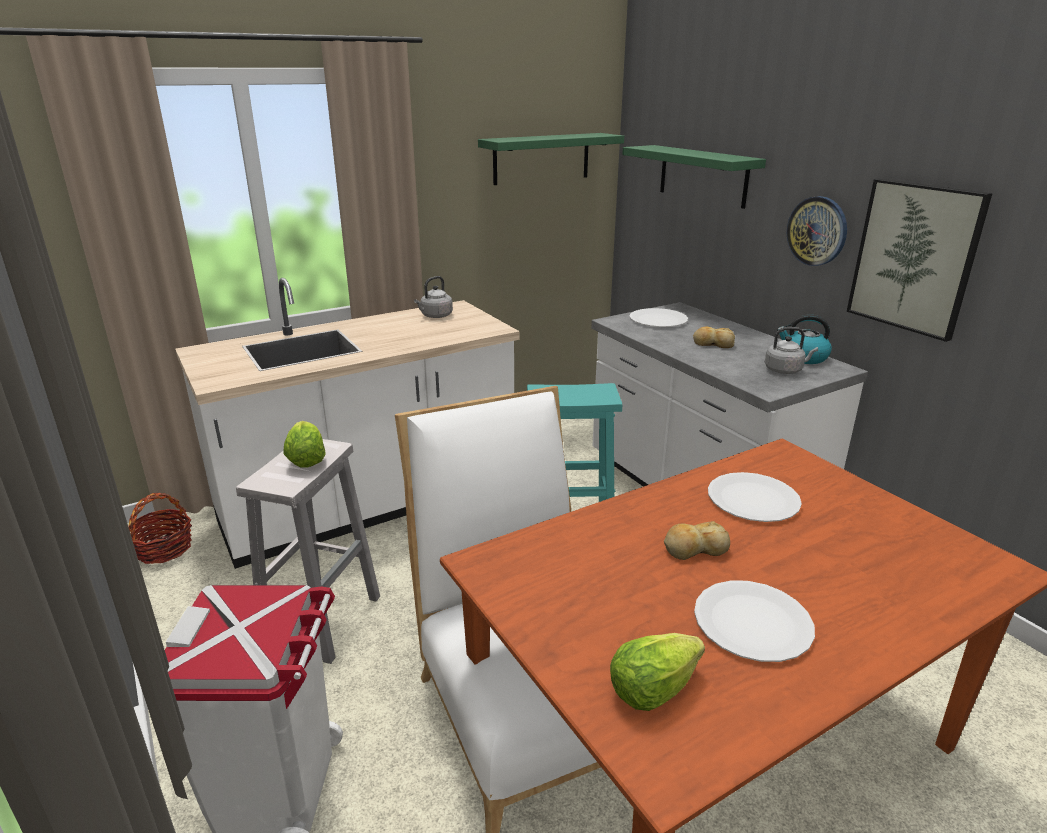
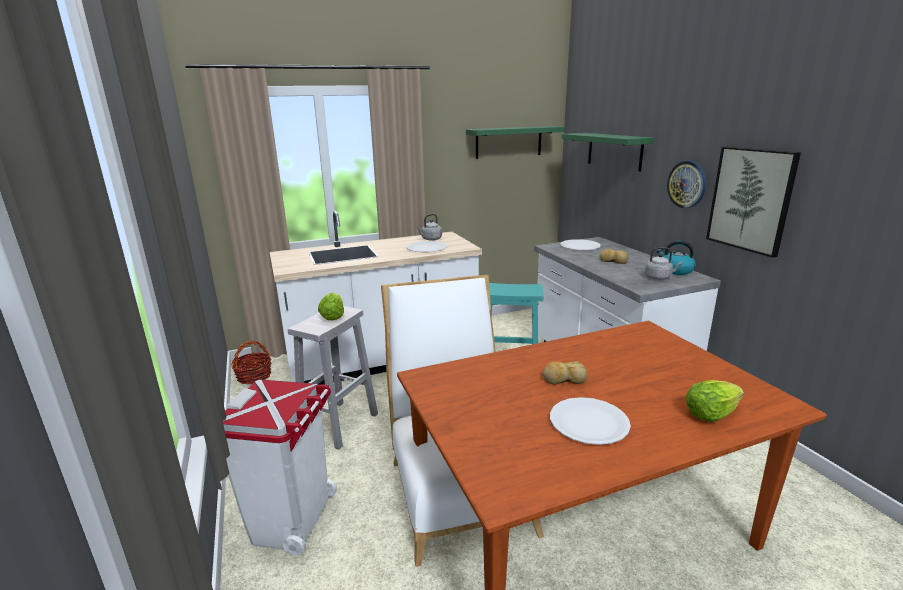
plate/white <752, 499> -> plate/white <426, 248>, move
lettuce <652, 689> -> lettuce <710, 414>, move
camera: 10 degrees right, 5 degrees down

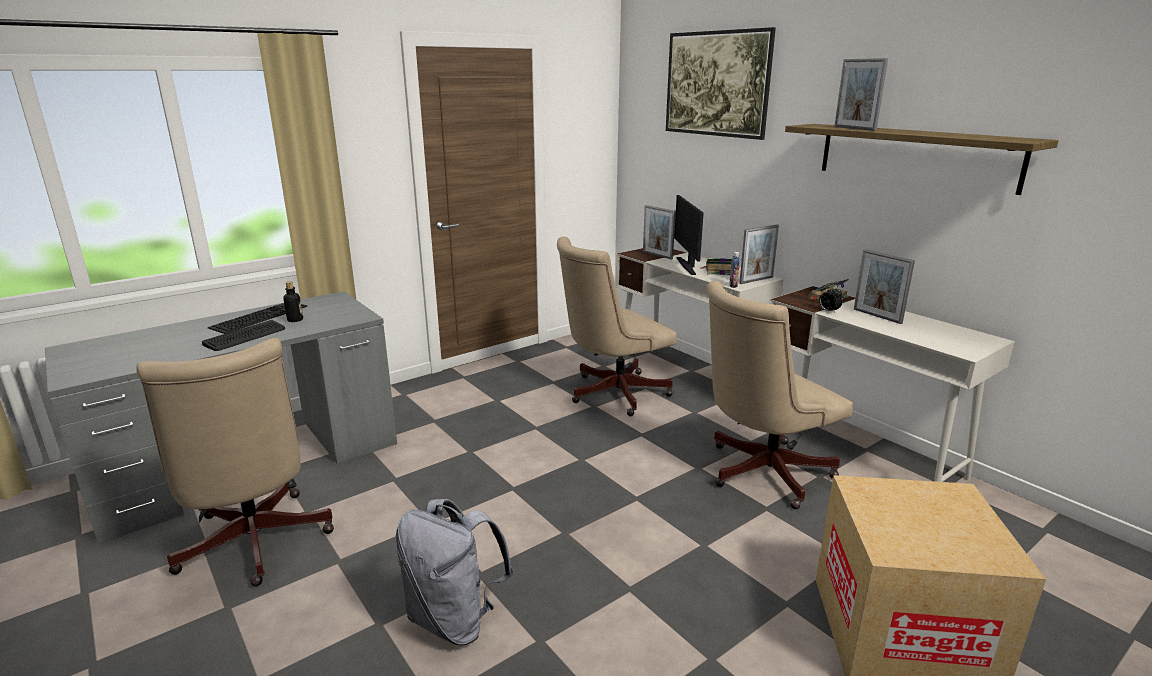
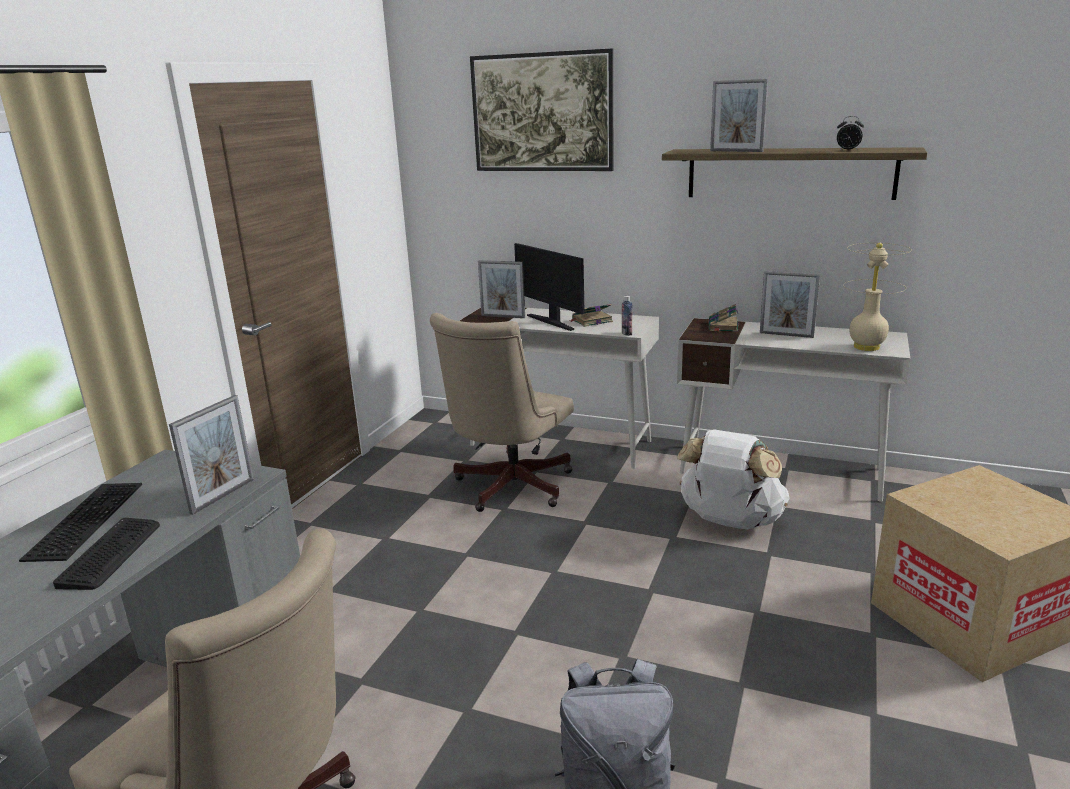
picture frame <756, 280> -> picture frame <223, 496>, move
office chair/beige <760, 473> -> backpack/white <729, 522>
alarm clock <828, 311> -> alarm clock <847, 150>, move
none -> table lamp/beige <867, 347>
bottle <295, 320> -> none
camera: 30 degrees left, 0 degrees up

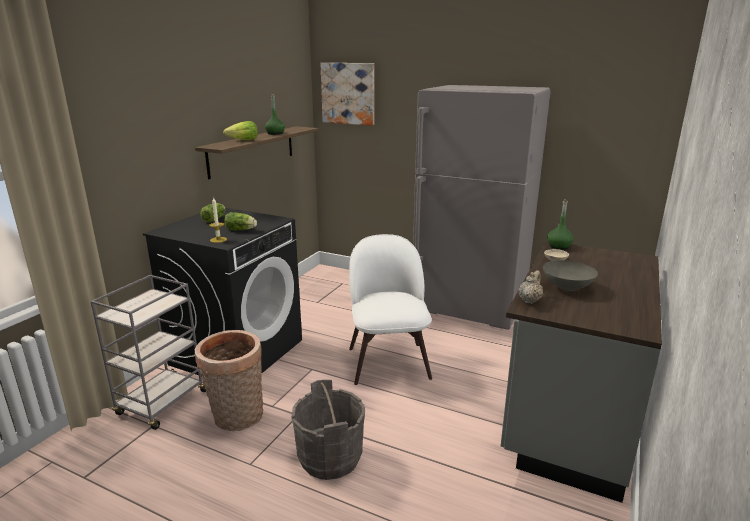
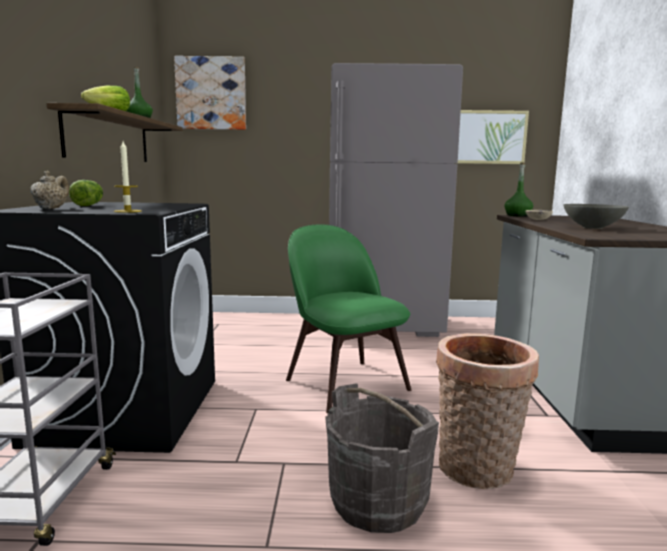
teapot/beige <529, 300> -> teapot/beige <51, 208>, move
chair/white <388, 360> -> chair/green <344, 383>
basket <236, 418> -> basket <477, 471>, move
none -> picture <489, 137>
lettuce <241, 230> -> none
camera: 25 degrees left, 10 degrees down

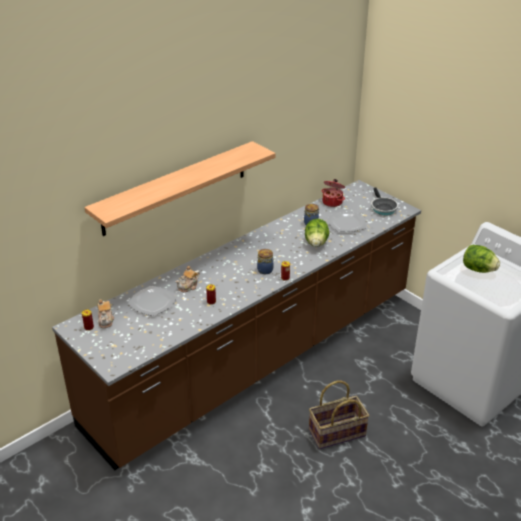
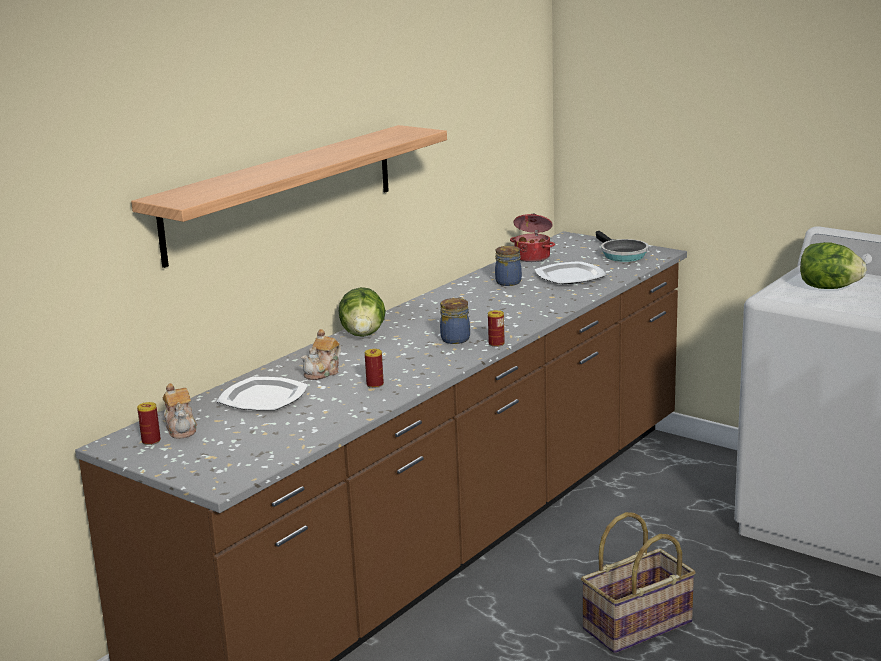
lettuce <316, 243> -> lettuce <363, 334>, move
camera: 10 degrees left, 15 degrees down

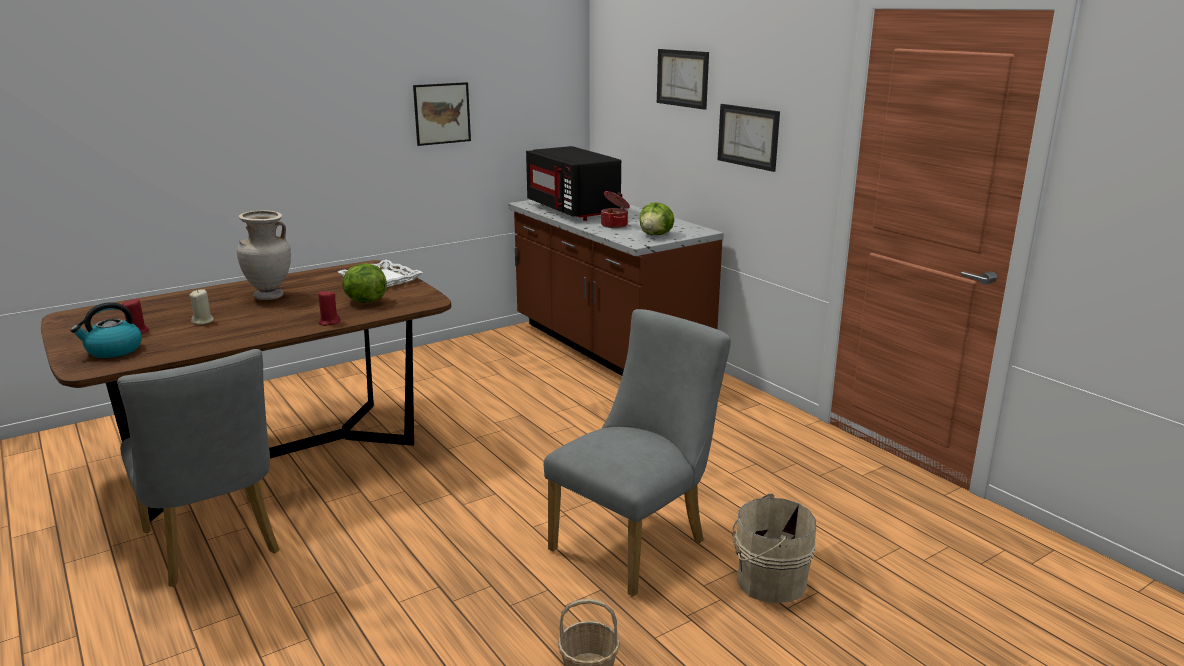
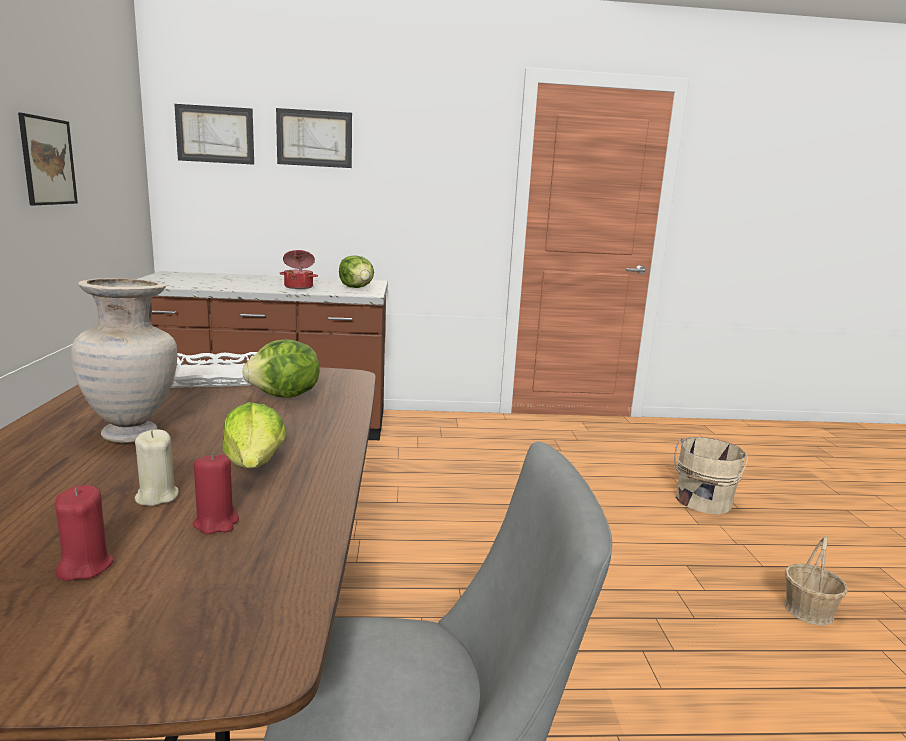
picture <748, 136> -> picture <215, 134>, move
candle/red <329, 322> -> candle/red <216, 523>, move
none -> lettuce <255, 464>
kettle <113, 350> -> none
microwave/black <573, 210> -> none
chair/grey <636, 542> -> none
camera: 60 degrees left, 5 degrees down

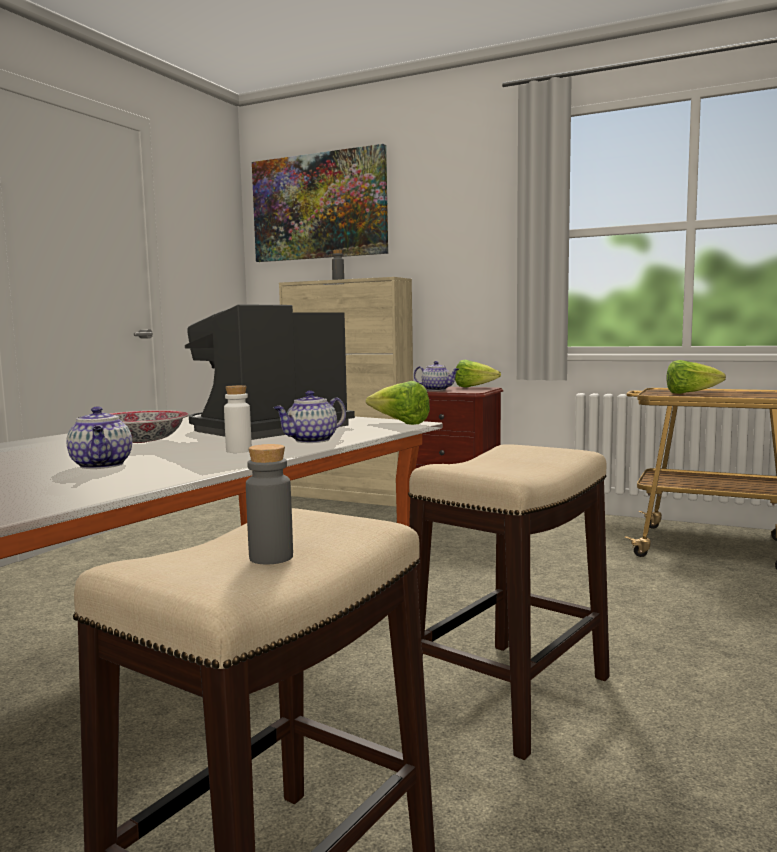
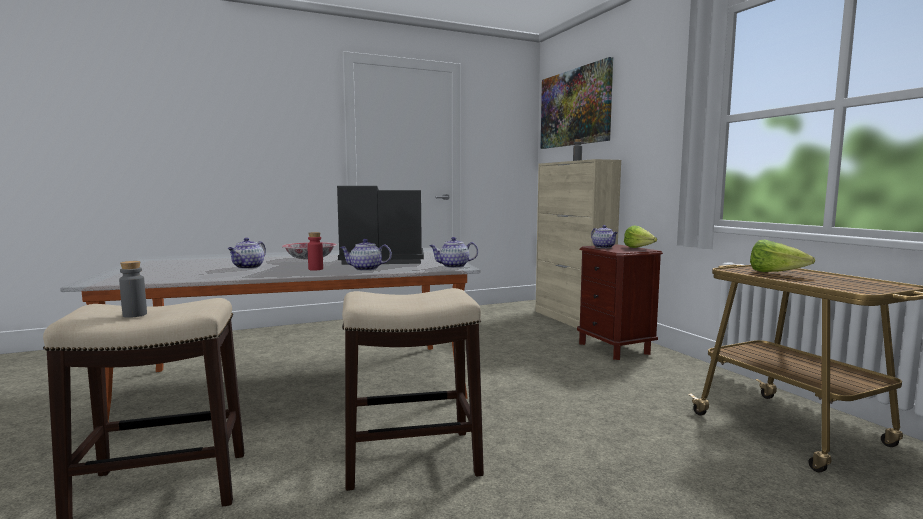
bottle/white <239, 451> -> bottle/red <315, 269>
lettuce <400, 423> -> teapot <453, 266>
camera: 40 degrees right, 0 degrees up

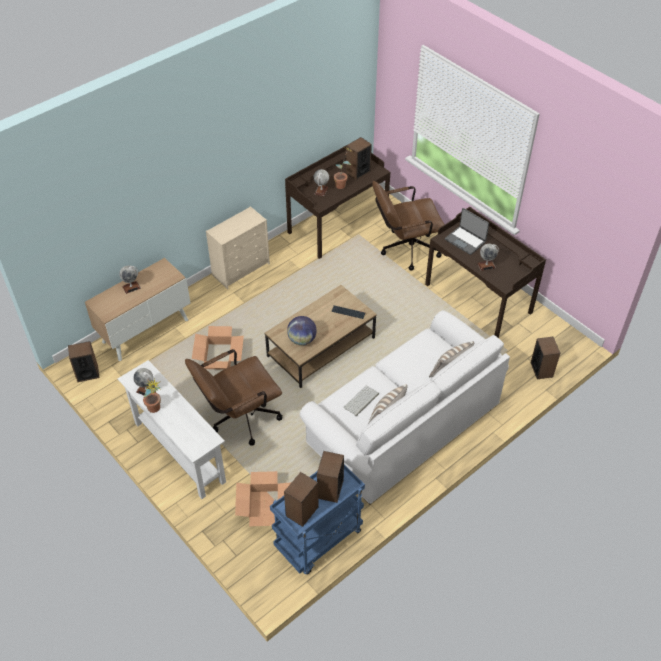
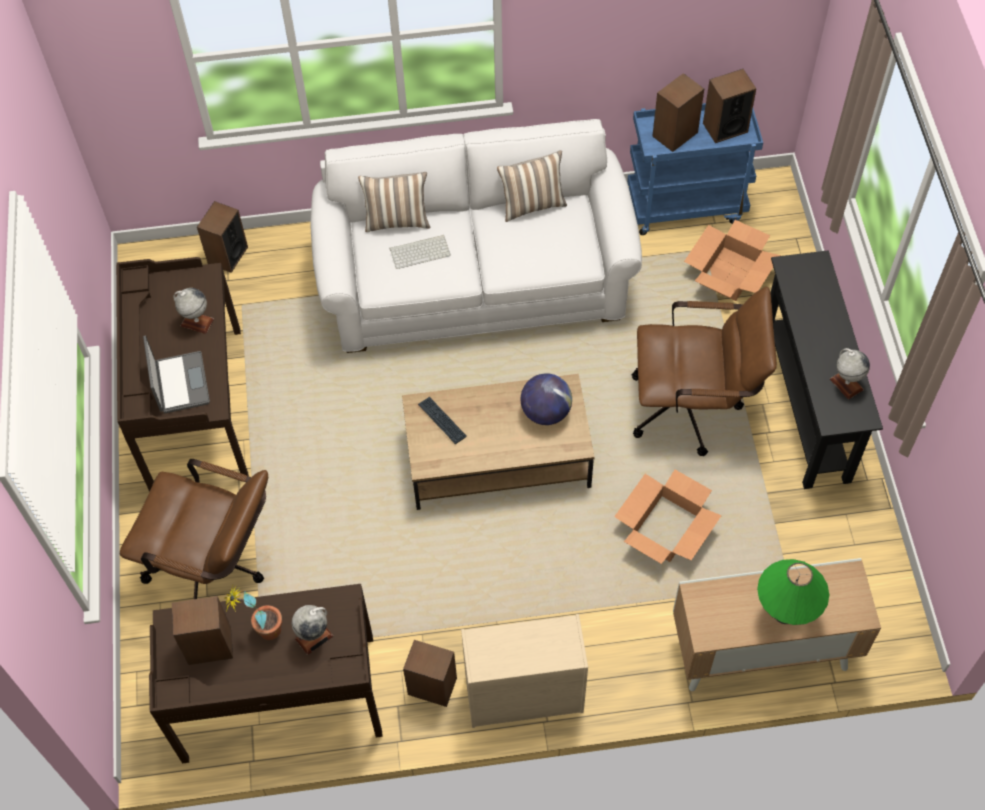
keyboard <361, 401> -> keyboard <420, 251>, move
speaker <87, 373> -> speaker <432, 686>, move
globe <131, 287> -> table lamp/green <784, 613>
console table/white <179, 452> -> console table/black <805, 404>
potted plant <155, 410> -> none
camera: 145 degrees left, 10 degrees up

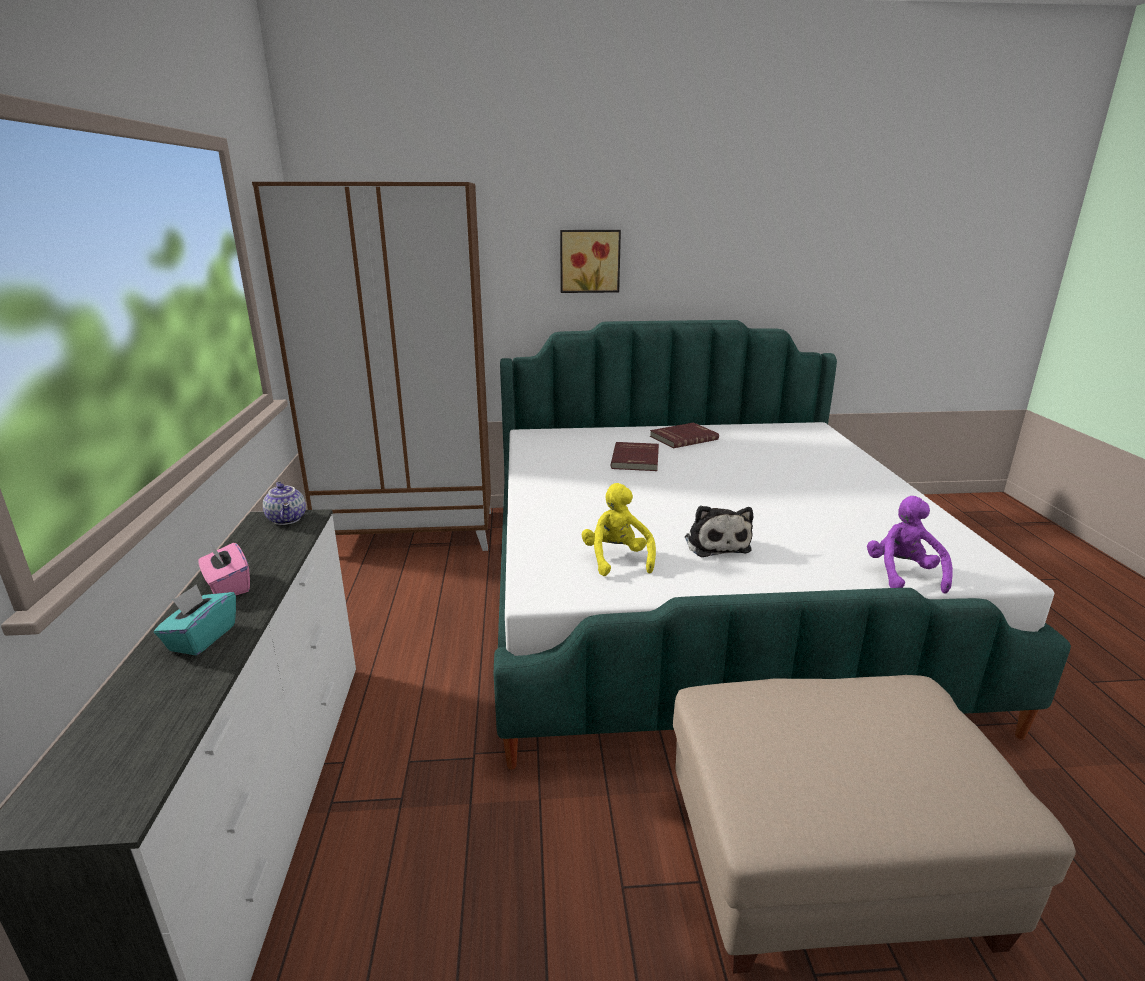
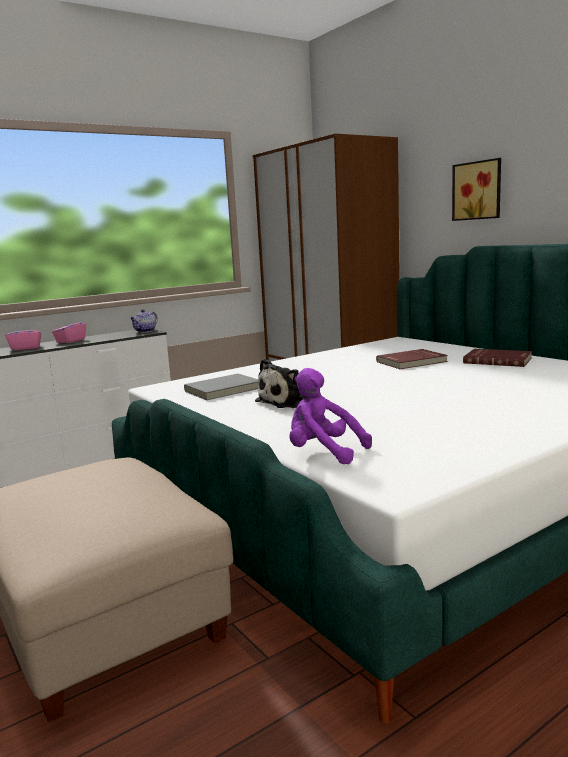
tissue box/turquoise <202, 638> -> tissue box/pink <26, 348>
plush toy/yellow <617, 559> -> book/grey <224, 390>
plush toy/purple <903, 575> -> plush toy/purple <323, 453>, 120 degrees counterclockwise
camera: 60 degrees right, 10 degrees down

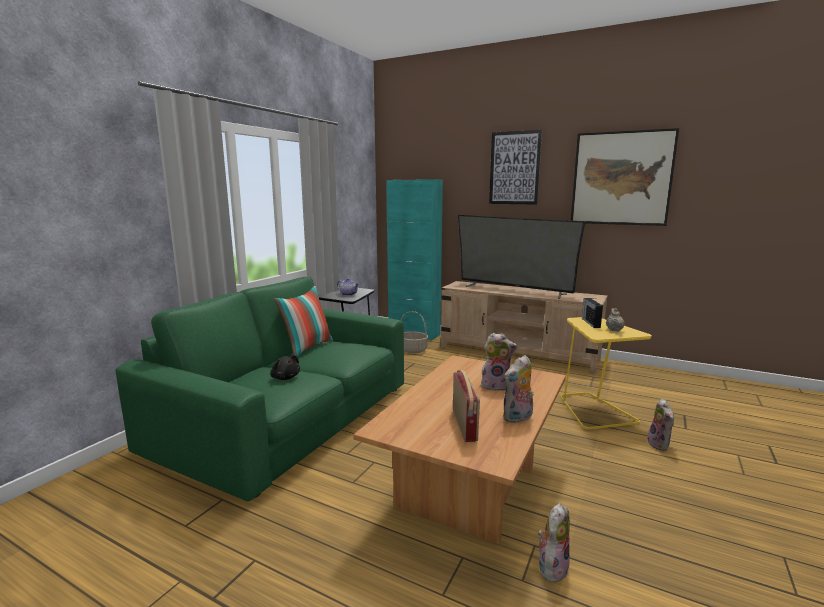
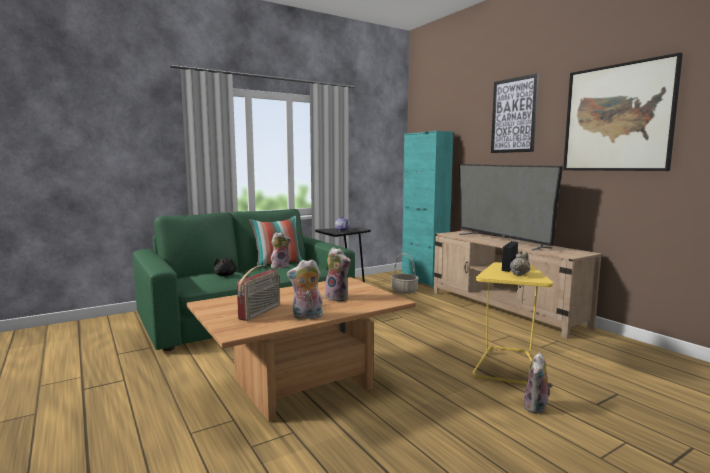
plush toy <551, 566> -> plush toy <280, 267>, move
camera: 30 degrees right, 5 degrees down

